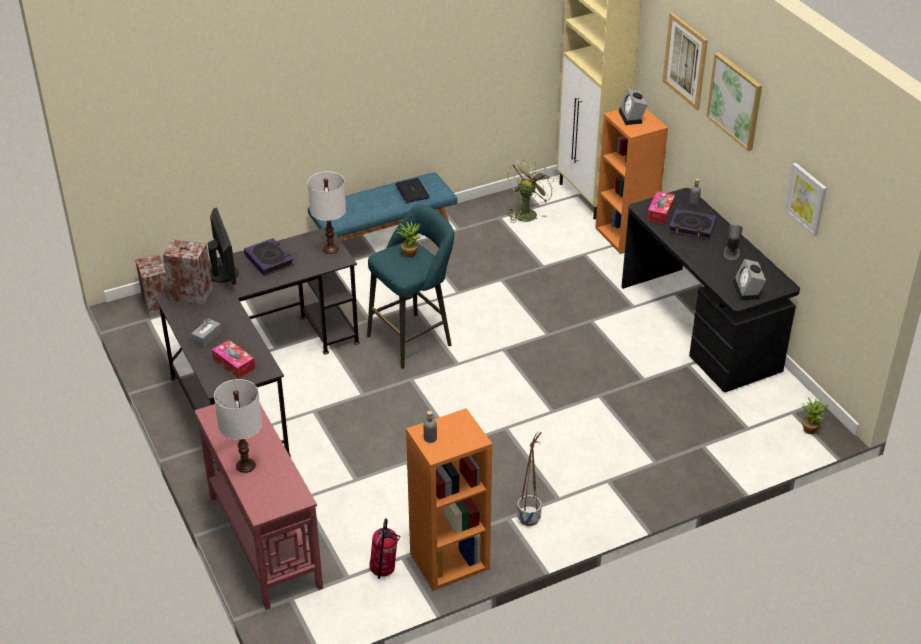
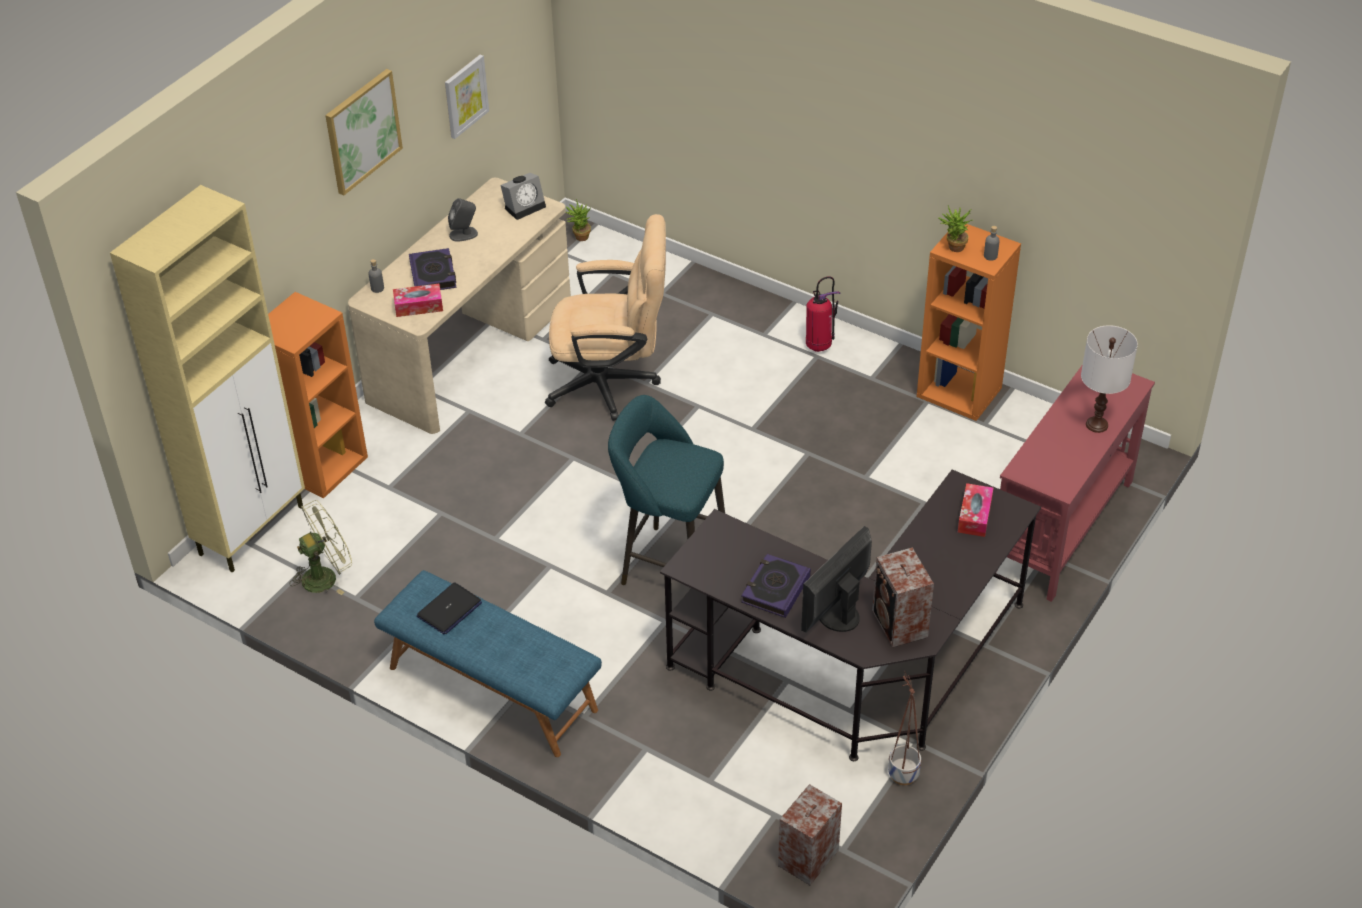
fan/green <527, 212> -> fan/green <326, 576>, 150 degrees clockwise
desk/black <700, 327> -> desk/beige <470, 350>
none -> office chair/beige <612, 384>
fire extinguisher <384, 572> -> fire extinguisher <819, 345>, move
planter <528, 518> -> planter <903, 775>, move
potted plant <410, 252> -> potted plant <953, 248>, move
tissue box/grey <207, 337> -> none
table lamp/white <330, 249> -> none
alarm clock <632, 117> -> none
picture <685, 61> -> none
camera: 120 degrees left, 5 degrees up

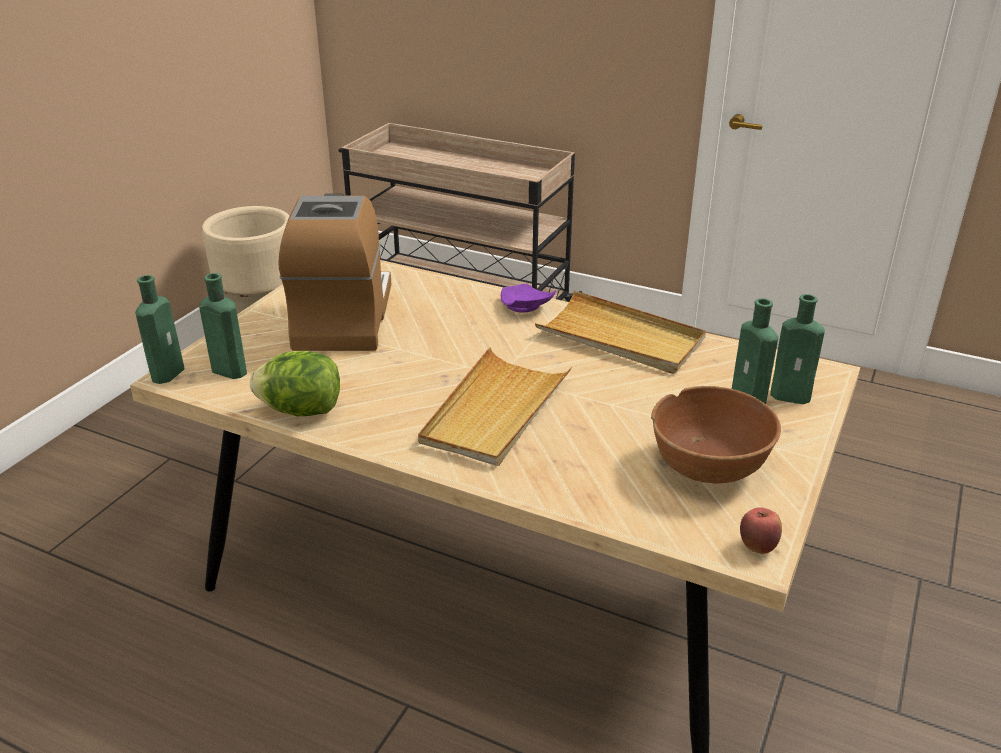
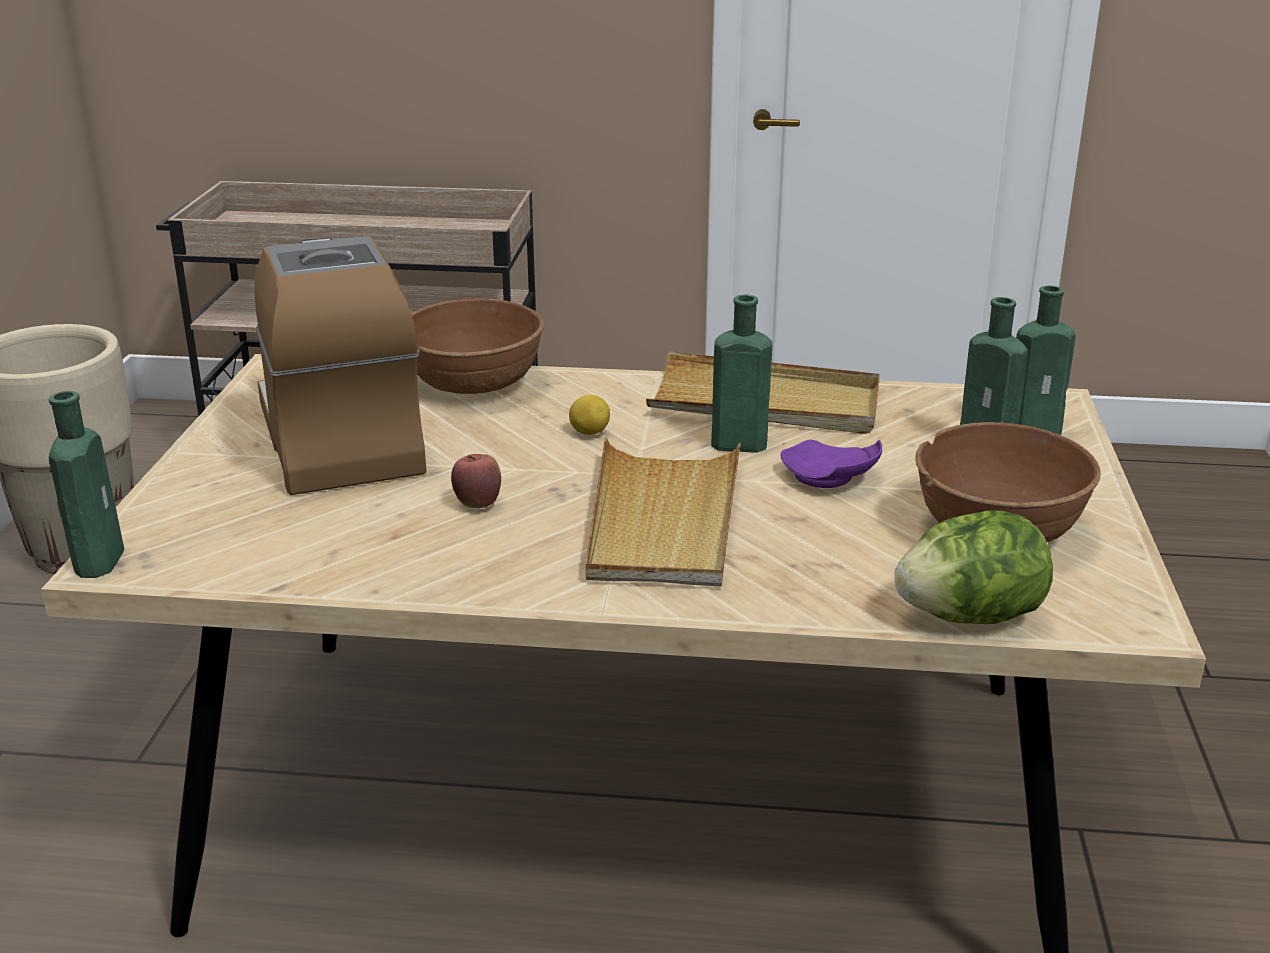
none -> bowl/brown <474, 385>
apple <758, 546> -> apple <478, 504>, move
none -> lemon <589, 433>
bottle/green <227, 370> -> bottle/green <734, 445>, move
plate/purple <524, 307> -> plate/purple <829, 479>, move
lettuce <301, 410> -> lettuce <970, 616>, move
camera: 20 degrees left, 5 degrees down

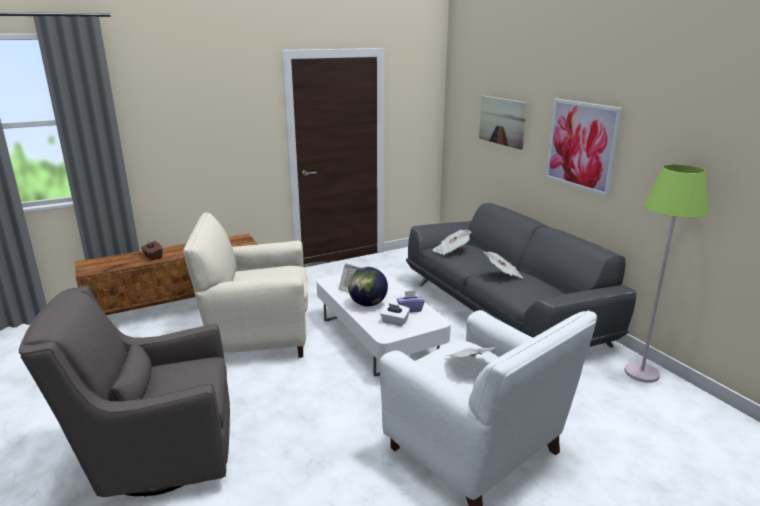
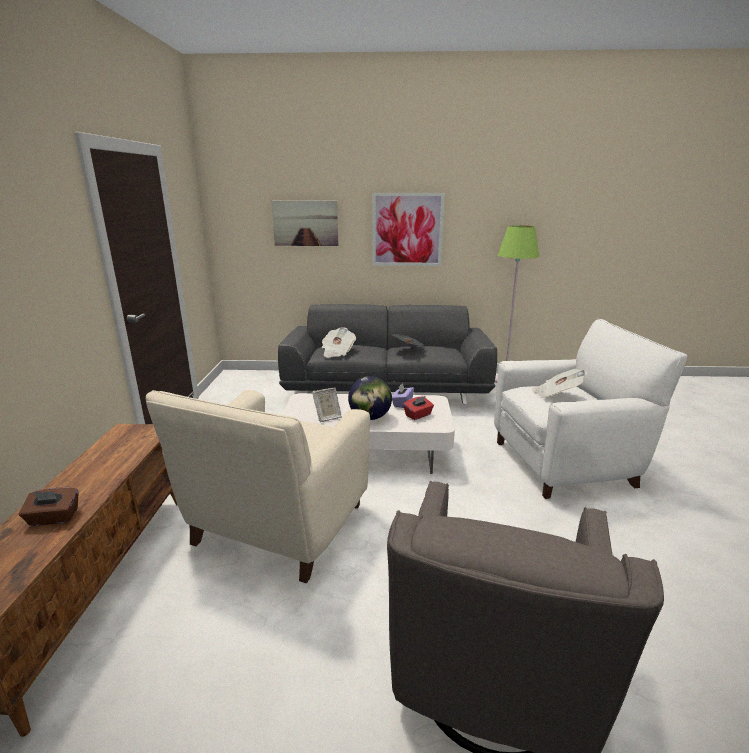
tissue box/white <394, 321> -> tissue box/red <418, 415>
camera: 60 degrees left, 0 degrees up

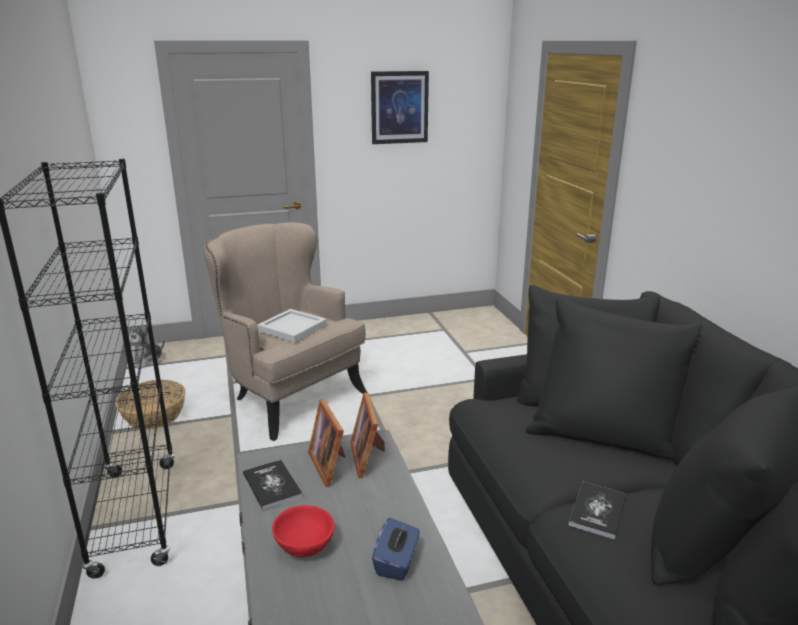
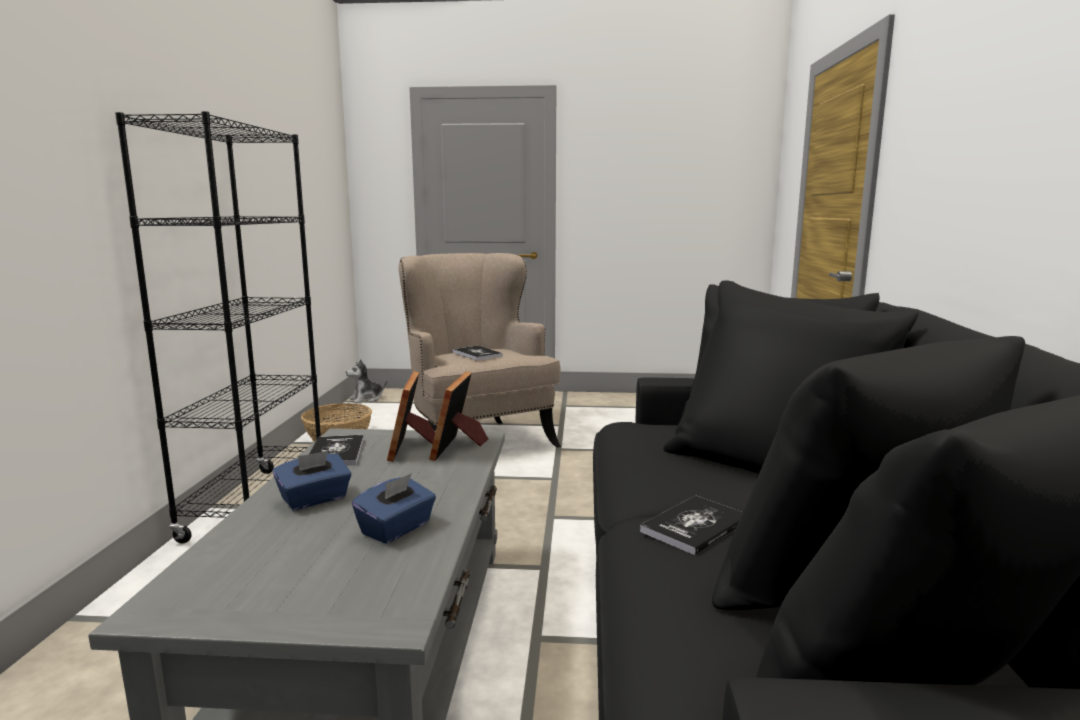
bowl/red <305, 546> -> tissue box/blue <315, 499>
tray/white <292, 328> -> book <477, 354>
picture <399, 107> -> none
camera: 20 degrees right, 10 degrees down

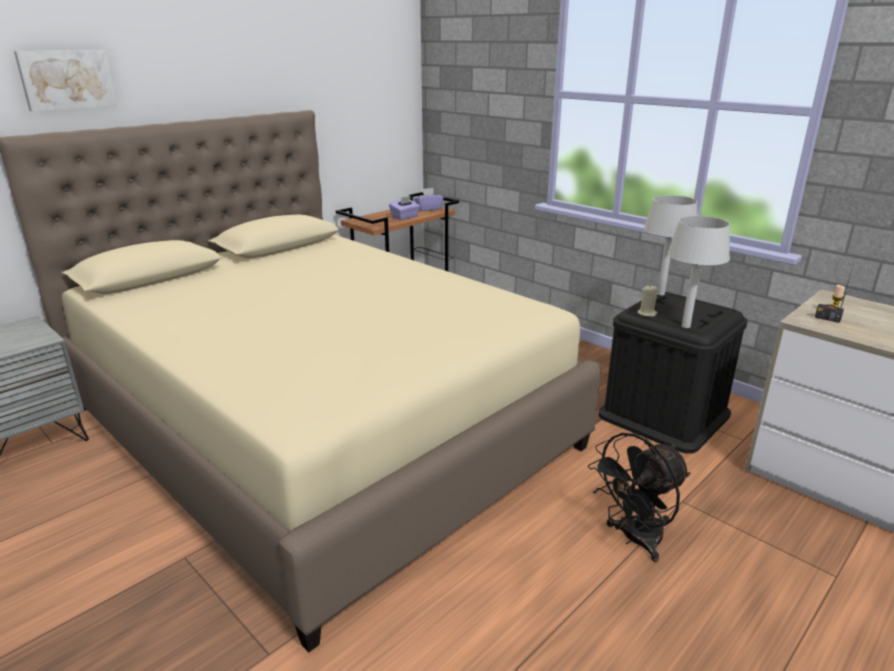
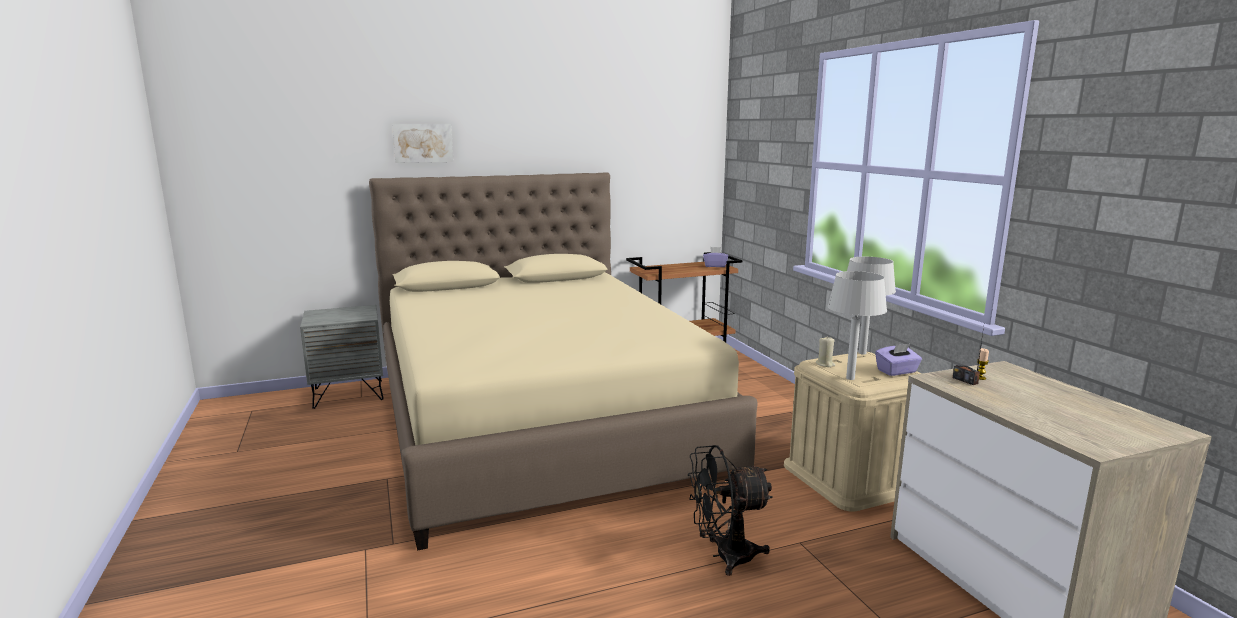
storage box/black <664, 414> -> storage box/beige <852, 476>
tissue box/purple <405, 217> -> tissue box/purple <897, 371>, move
camera: 25 degrees right, 10 degrees down

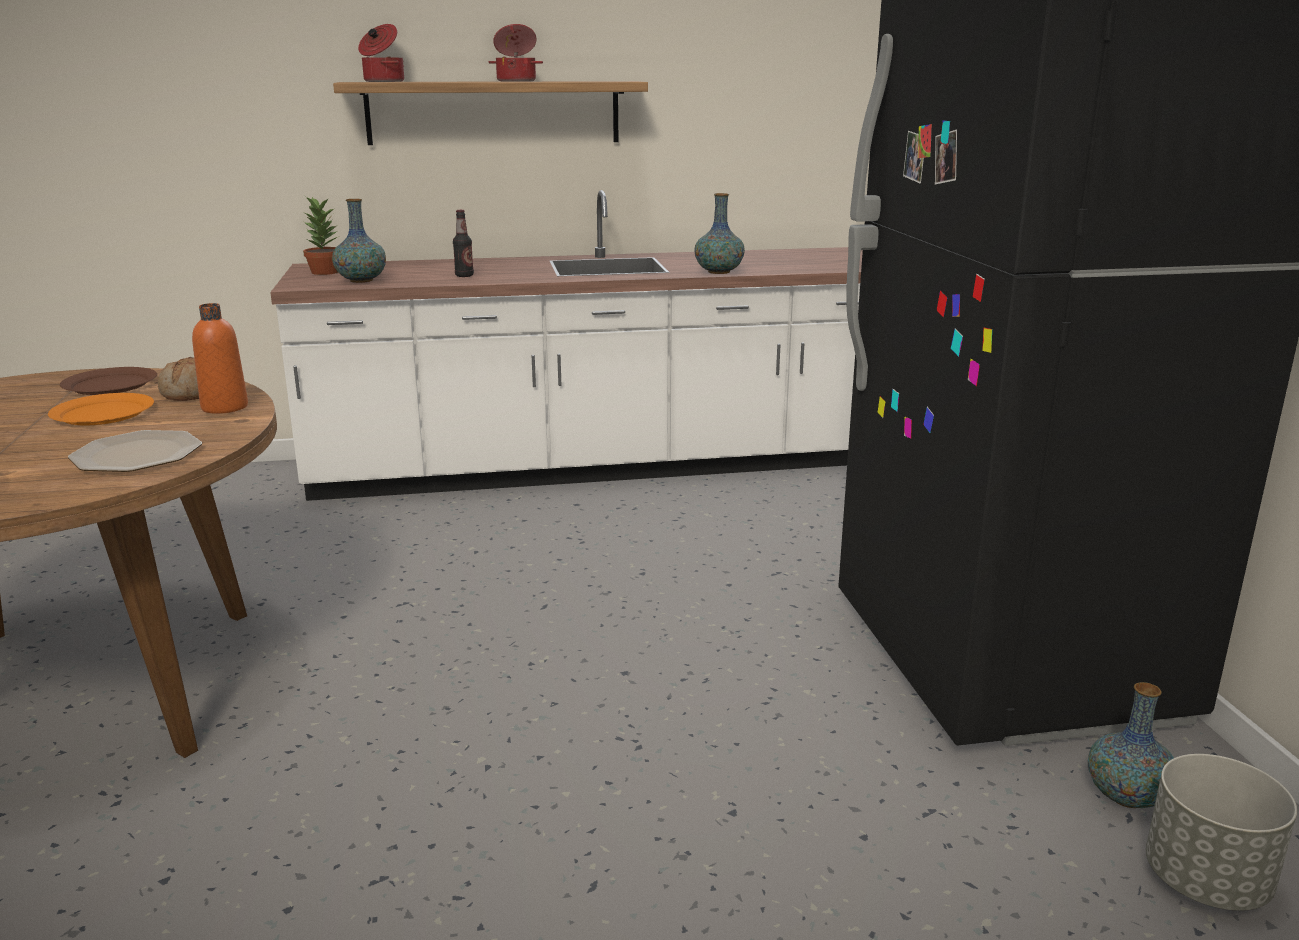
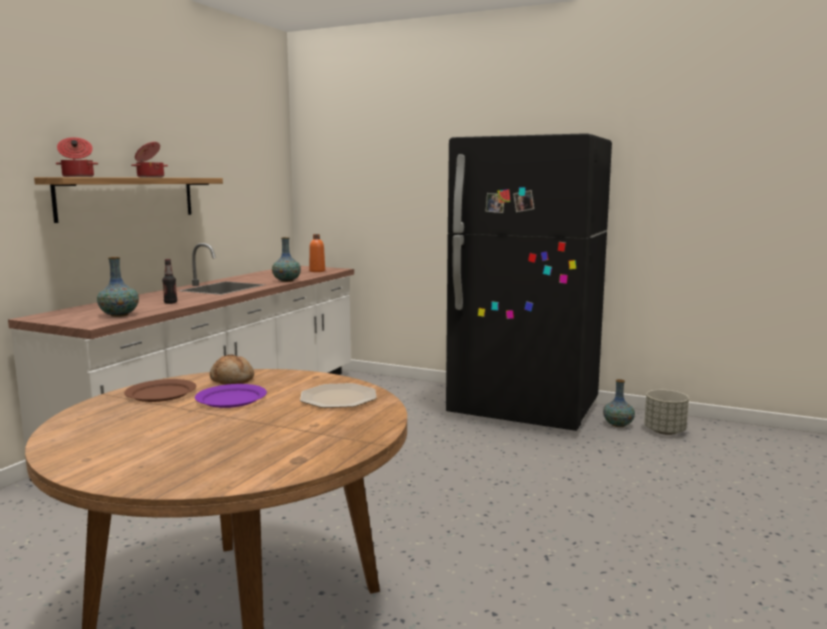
plate/orange <103, 413> -> plate/purple <230, 399>
bottle/orange <224, 407> -> bottle/orange <317, 271>, move
potted plant <324, 272> -> none
camera: 55 degrees left, 10 degrees down

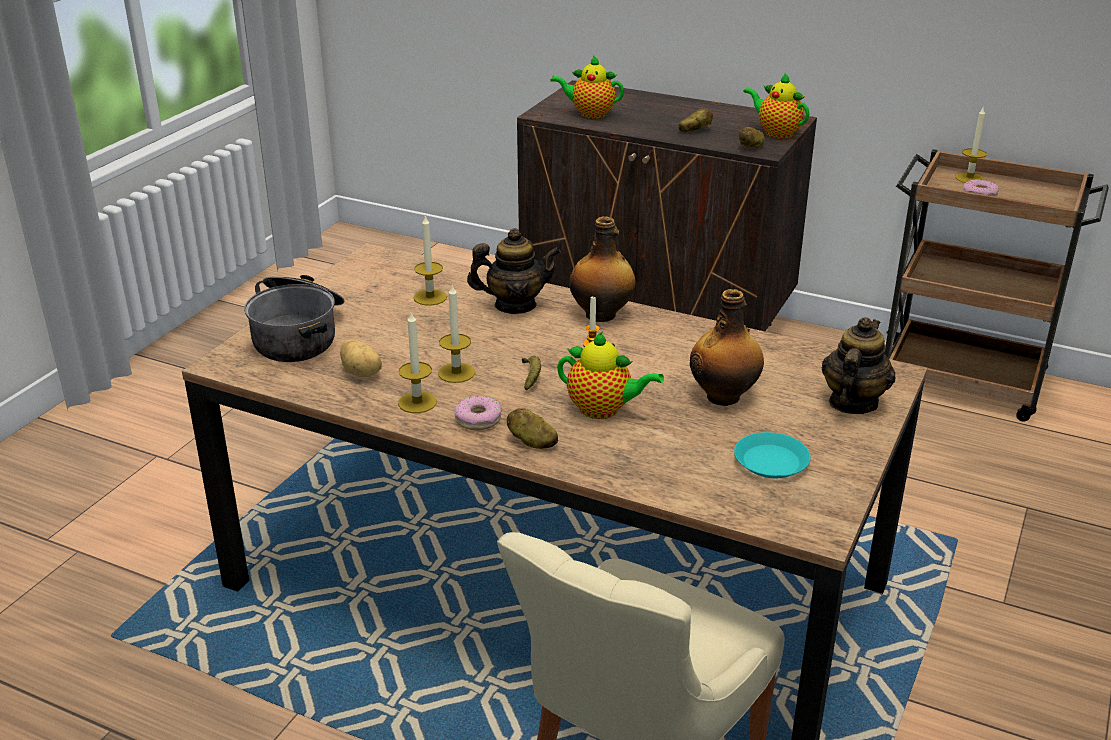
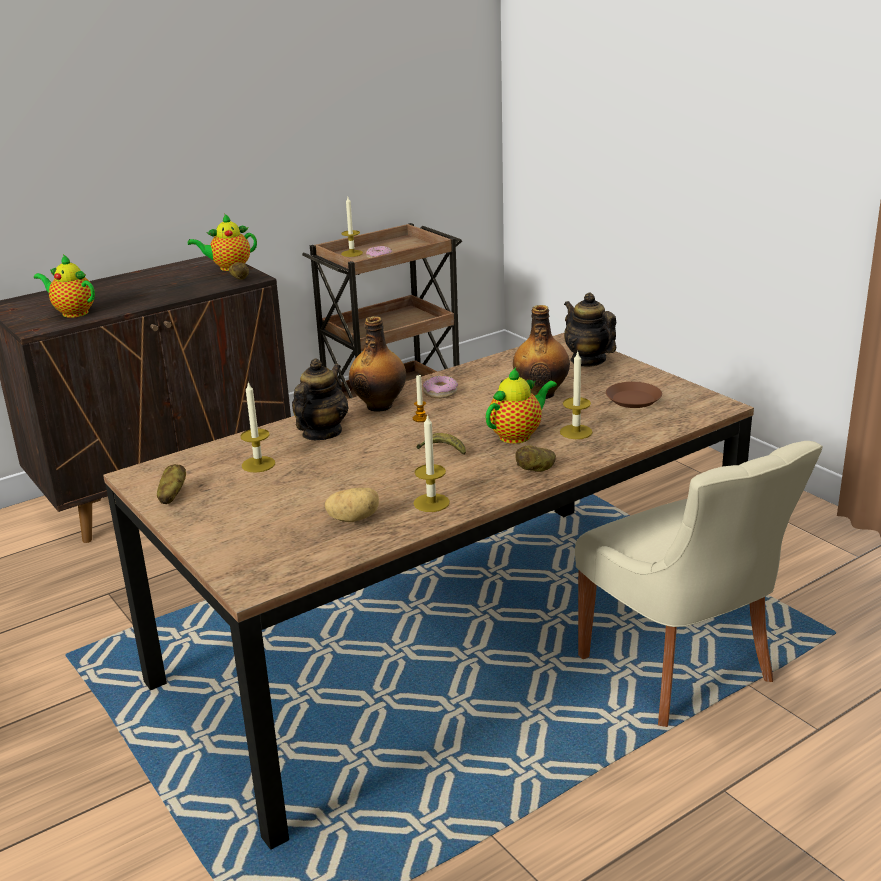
teapot <590, 114> -> teapot <72, 312>, 75 degrees clockwise
potato <694, 130> -> potato <172, 495>, move
donut <478, 419> -> donut <440, 392>, move
candle <456, 373> -> candle <576, 432>, move
plate/turquoise <770, 461> -> plate/brown <633, 399>
cooking pot <299, 335> -> none
camera: 60 degrees left, 5 degrees down

